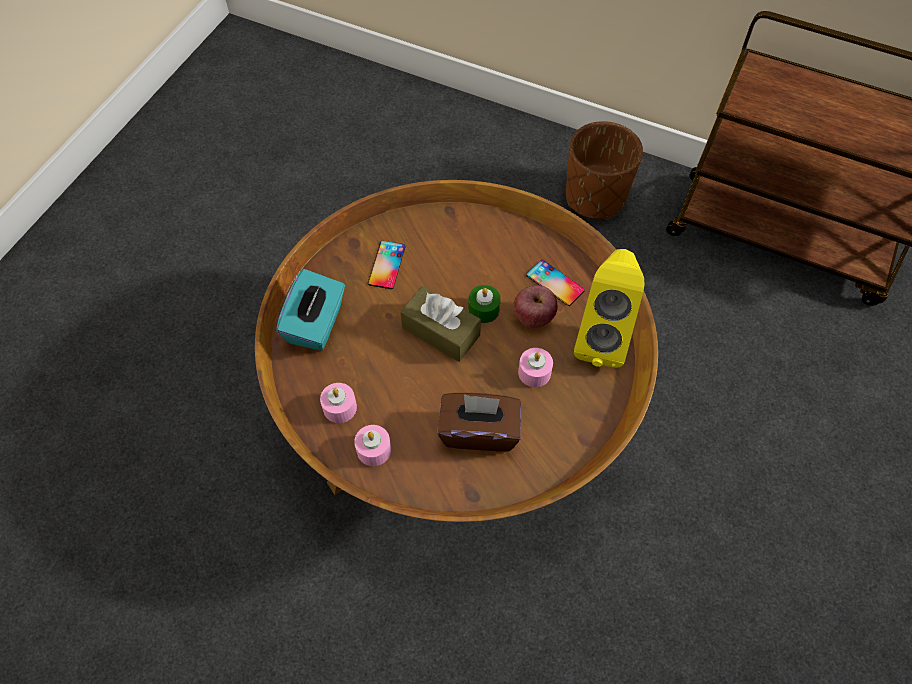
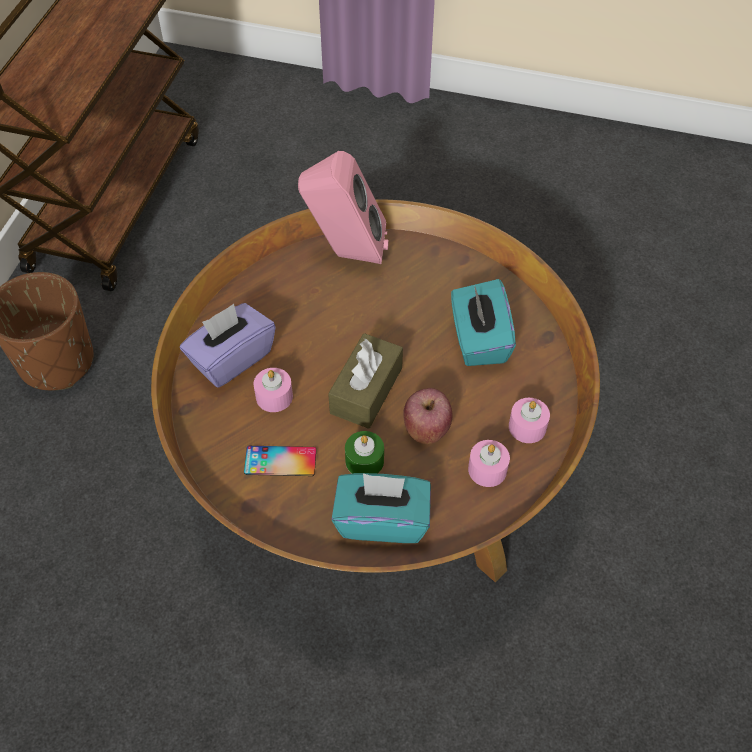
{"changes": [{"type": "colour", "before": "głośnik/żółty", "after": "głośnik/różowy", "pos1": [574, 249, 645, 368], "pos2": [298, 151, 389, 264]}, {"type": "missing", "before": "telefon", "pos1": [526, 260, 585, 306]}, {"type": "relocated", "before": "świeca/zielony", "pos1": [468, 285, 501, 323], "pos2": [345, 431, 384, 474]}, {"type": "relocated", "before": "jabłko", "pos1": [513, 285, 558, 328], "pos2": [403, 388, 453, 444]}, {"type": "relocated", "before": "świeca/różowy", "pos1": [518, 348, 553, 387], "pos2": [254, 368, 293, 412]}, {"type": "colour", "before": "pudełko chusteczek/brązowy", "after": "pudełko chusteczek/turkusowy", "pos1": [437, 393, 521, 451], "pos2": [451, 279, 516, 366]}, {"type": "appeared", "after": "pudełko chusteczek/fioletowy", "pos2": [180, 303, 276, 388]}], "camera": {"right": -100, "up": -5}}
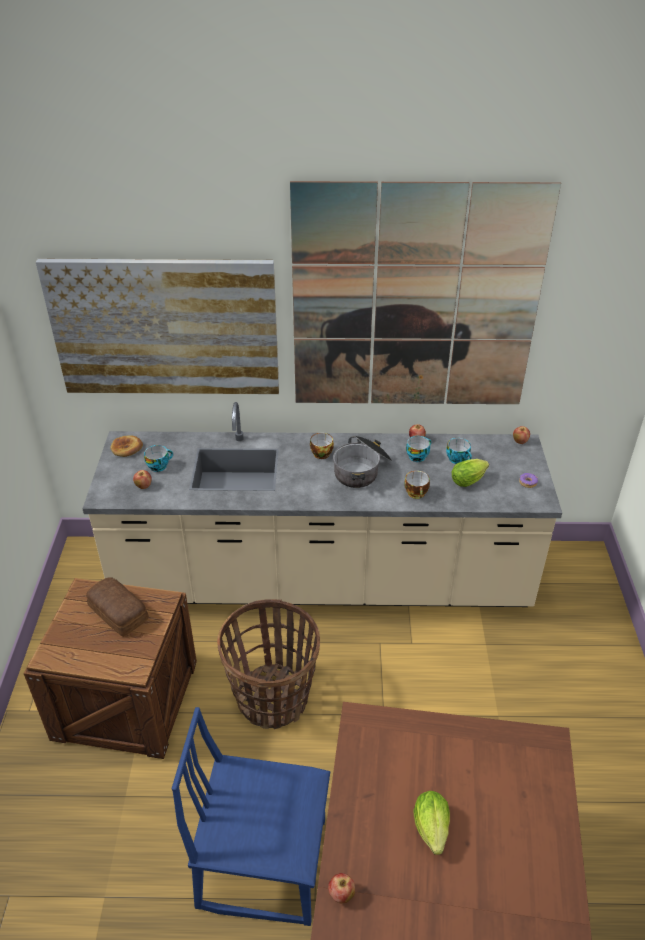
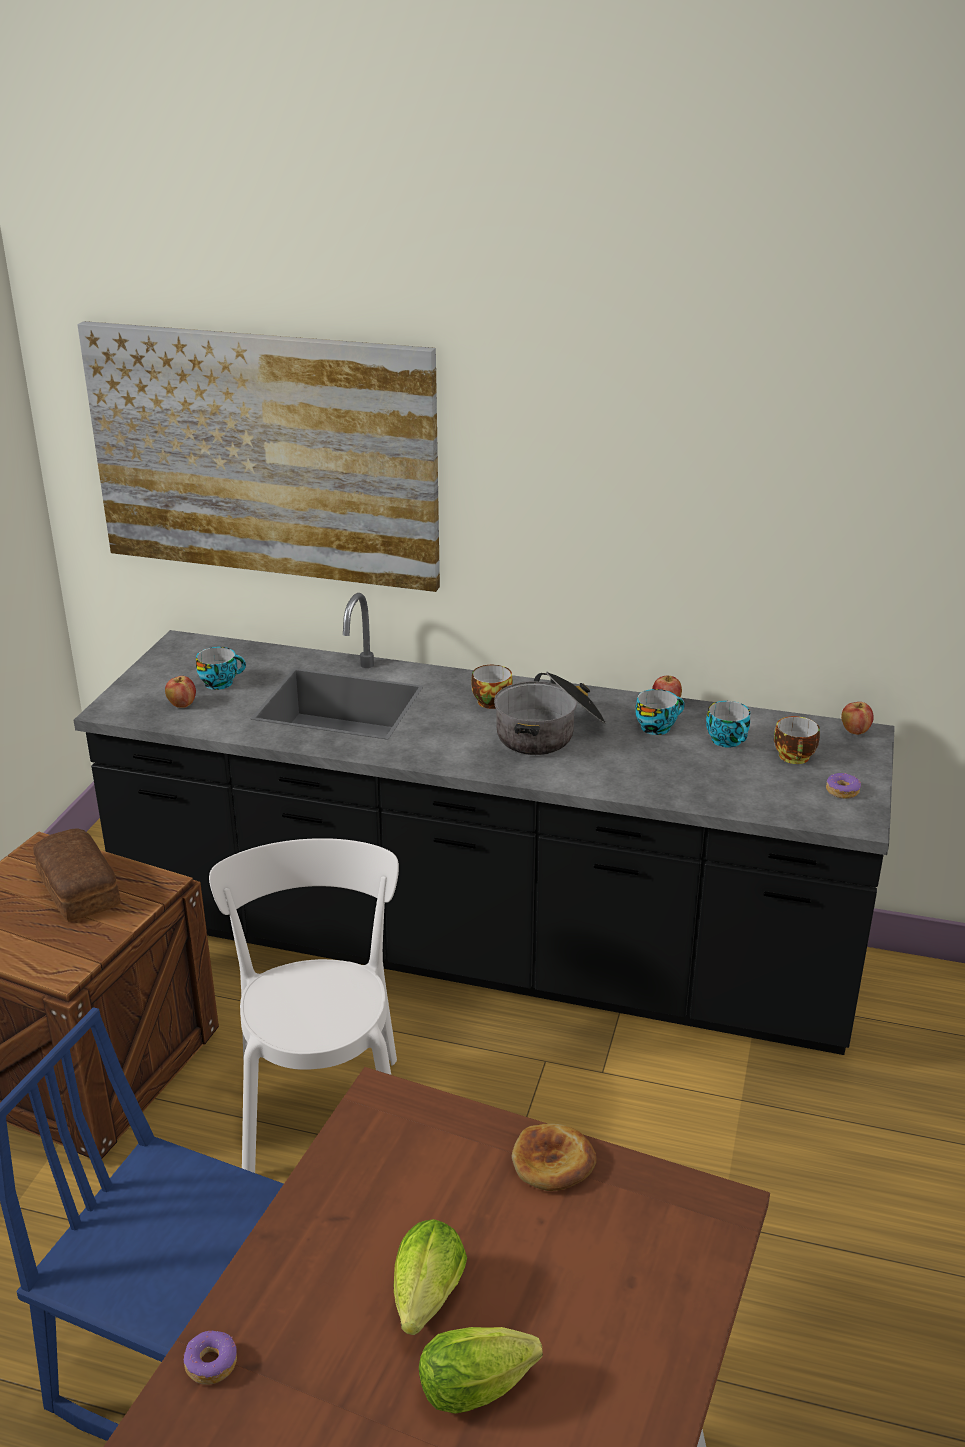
{"changes": [{"type": "missing", "before": "obraz", "pos1": [290, 181, 561, 404]}, {"type": "colour", "before": "zabudowa kuchenna/beżowy", "after": "zabudowa kuchenna/czarny", "pos1": [82, 402, 562, 607], "pos2": [74, 593, 895, 1055]}, {"type": "relocated", "before": "chleb", "pos1": [110, 435, 143, 457], "pos2": [511, 1124, 596, 1191]}, {"type": "relocated", "before": "sałata", "pos1": [452, 459, 489, 487], "pos2": [419, 1327, 543, 1413]}, {"type": "relocated", "before": "filiżanka", "pos1": [404, 471, 430, 499], "pos2": [774, 716, 820, 764]}, {"type": "exchanged", "before": "koszyk", "after": "krzesło/biały", "pos1": [217, 599, 320, 729], "pos2": [209, 838, 399, 1173]}, {"type": "exchanged", "before": "jabłko", "after": "donut", "pos1": [328, 873, 355, 903], "pos2": [184, 1331, 237, 1385]}], "camera": {"right": 15, "up": -10}}
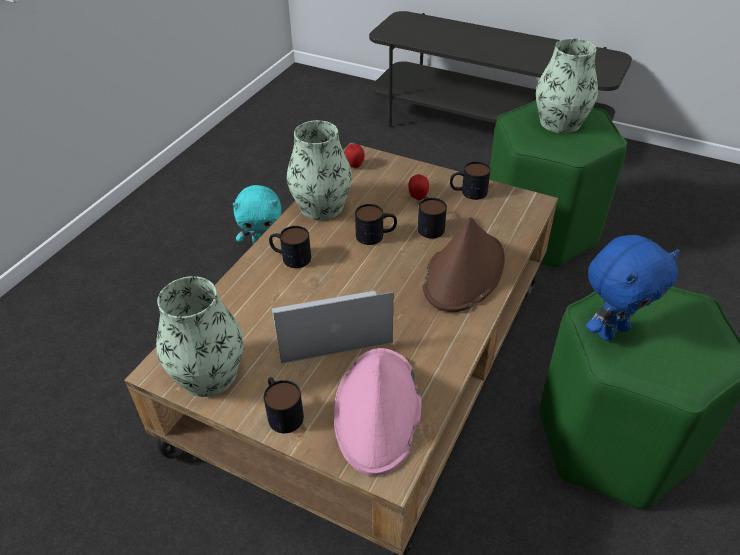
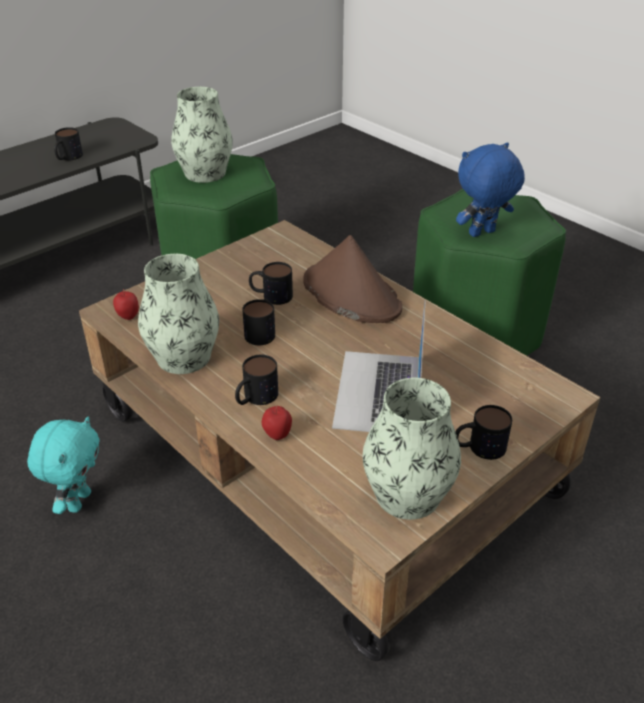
{"changes": [{"type": "relocated", "before": "kubek", "pos1": [450, 161, 491, 200], "pos2": [54, 127, 83, 160]}, {"type": "relocated", "before": "jabłko", "pos1": [408, 174, 429, 200], "pos2": [262, 405, 292, 440]}, {"type": "spun", "before": "pluszak/niebieski", "pos1": [586, 235, 680, 341], "pos2": [456, 142, 525, 237], "turn": -105}, {"type": "missing", "before": "kapelusz/różowy", "pos1": [334, 348, 421, 476]}], "camera": {"right": -70, "up": -5}}
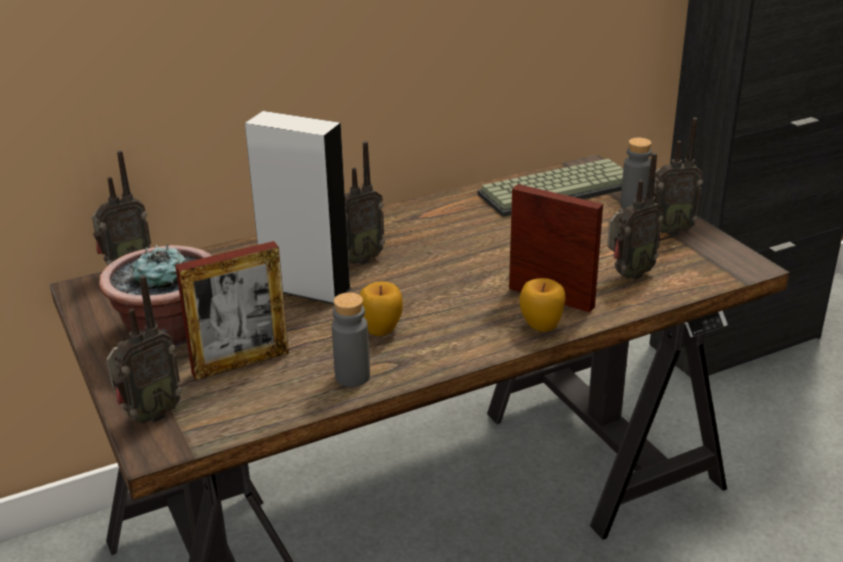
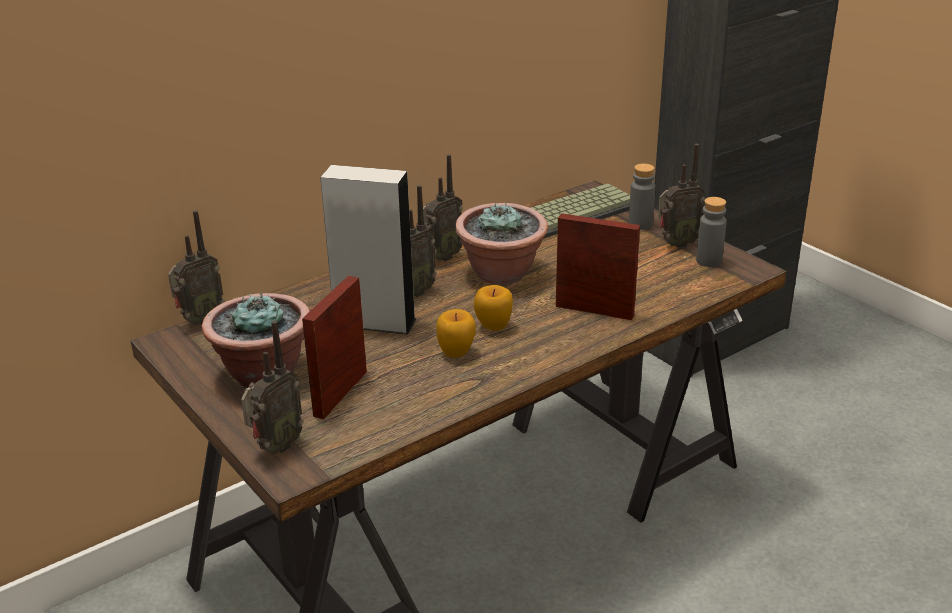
{"changes": [{"type": "relocated", "before": "radio", "pos1": [607, 153, 663, 280], "pos2": [423, 154, 463, 261]}, {"type": "spun", "before": "ramka na zdjęcie", "pos1": [175, 241, 289, 380], "pos2": [302, 276, 367, 419], "turn": 150}, {"type": "relocated", "before": "jabłko", "pos1": [519, 278, 565, 332], "pos2": [474, 285, 513, 331]}, {"type": "relocated", "before": "butelka/szary", "pos1": [332, 292, 370, 387], "pos2": [696, 197, 727, 267]}, {"type": "appeared", "after": "roślina doniczkowa", "pos2": [455, 203, 548, 285]}], "camera": {"right": -10, "up": 0}}
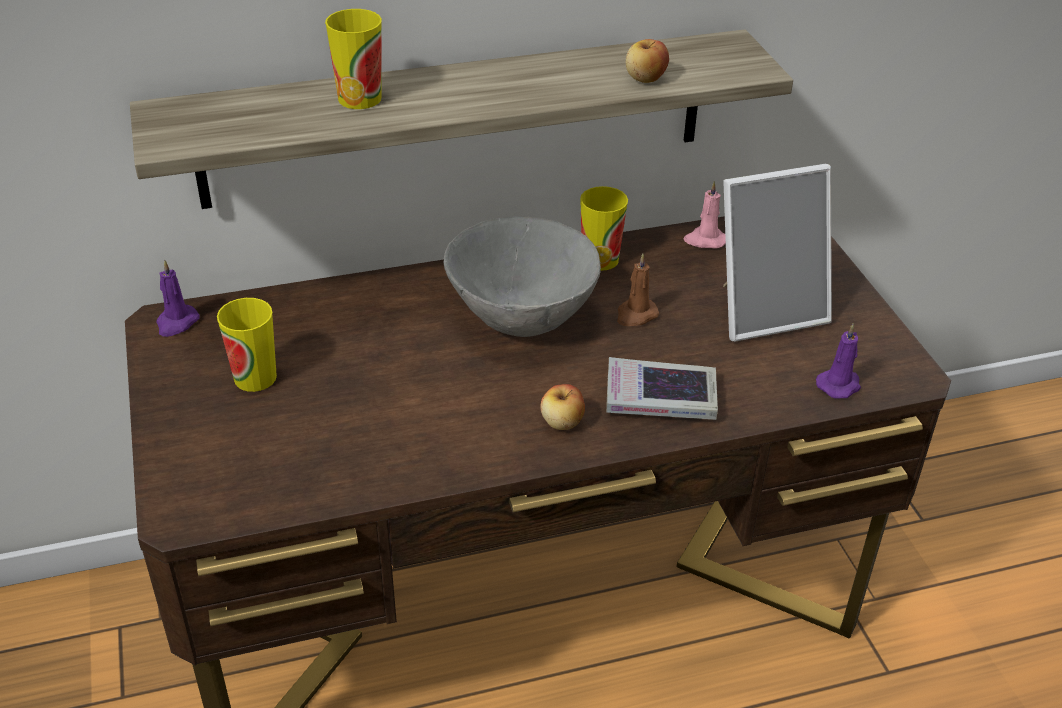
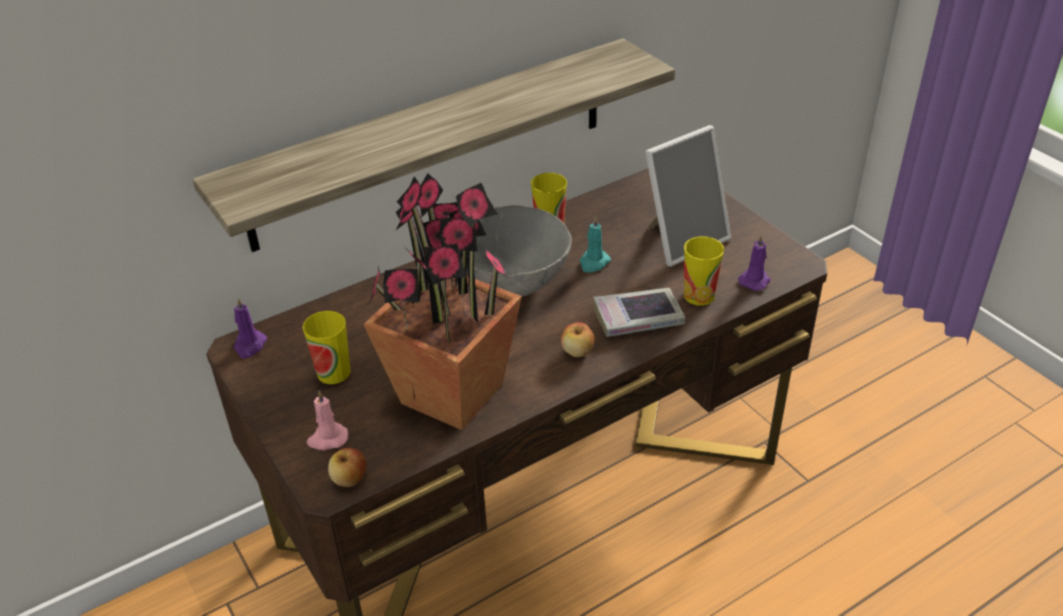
{"changes": [{"type": "relocated", "before": "filiżanka", "pos1": [325, 9, 382, 109], "pos2": [684, 236, 724, 306]}, {"type": "relocated", "before": "jabłko", "pos1": [626, 39, 669, 83], "pos2": [328, 448, 367, 487]}, {"type": "relocated", "before": "świeca/różowy", "pos1": [683, 181, 726, 249], "pos2": [306, 390, 348, 450]}, {"type": "colour", "before": "świeca/brązowy", "after": "świeca/turkusowy", "pos1": [617, 253, 659, 326], "pos2": [579, 216, 611, 273]}, {"type": "appeared", "after": "roślina doniczkowa", "pos2": [363, 173, 522, 430]}], "camera": {"right": -15, "up": 0}}
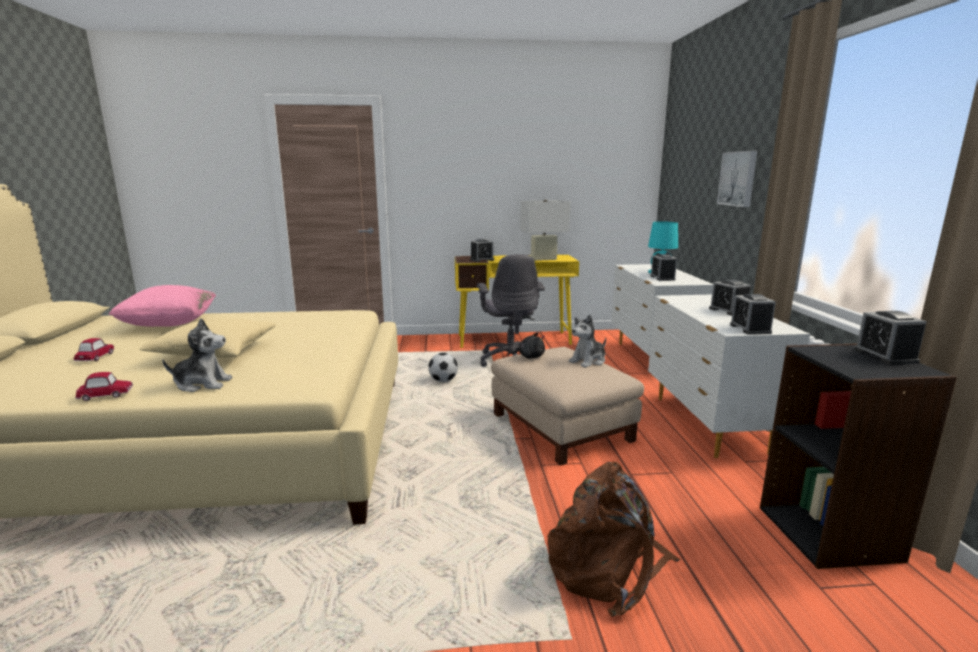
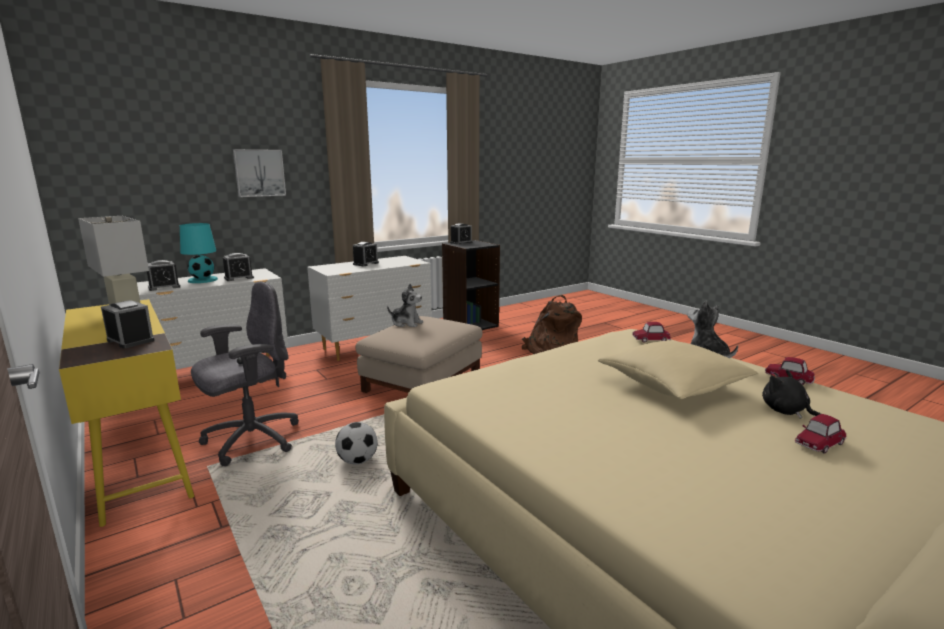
{"changes": [{"type": "missing", "before": "poduszka/różowy", "pos1": [109, 285, 216, 327]}, {"type": "relocated", "before": "budzik", "pos1": [730, 294, 776, 335], "pos2": [147, 260, 180, 291]}, {"type": "relocated", "before": "pluszak/czarny", "pos1": [507, 332, 545, 359], "pos2": [762, 370, 821, 419]}, {"type": "appeared", "after": "samochodzik", "pos2": [632, 322, 671, 343]}], "camera": {"right": -120, "up": 0}}
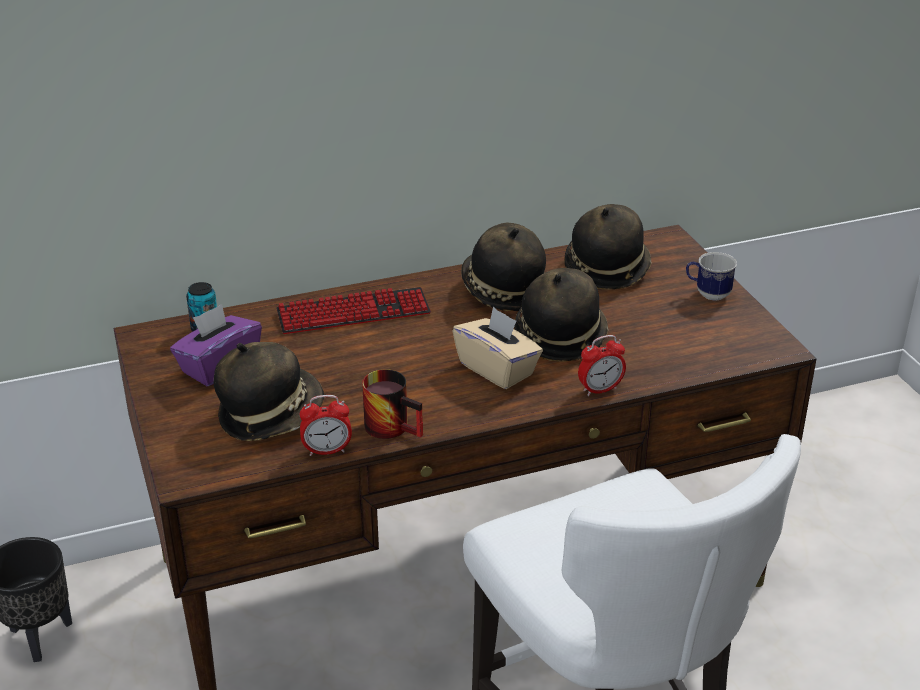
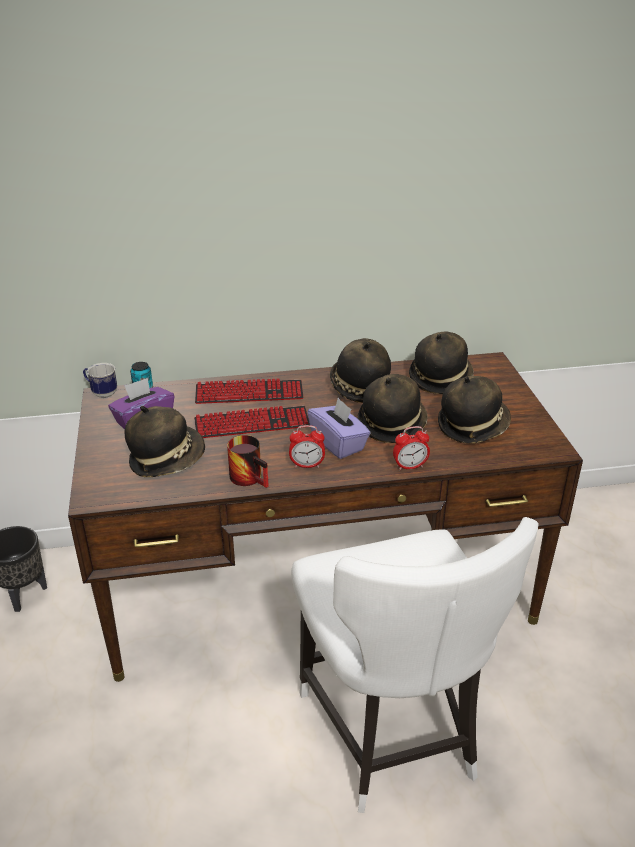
{"changes": [{"type": "relocated", "before": "kubek", "pos1": [686, 252, 737, 300], "pos2": [83, 363, 117, 398]}, {"type": "colour", "before": "pudełko chusteczek/beżowy", "after": "pudełko chusteczek/fioletowy", "pos1": [453, 306, 543, 389], "pos2": [307, 398, 371, 459]}, {"type": "relocated", "before": "budzik", "pos1": [300, 395, 352, 456], "pos2": [289, 425, 325, 468]}, {"type": "appeared", "after": "kapelusz", "pos2": [438, 376, 511, 444]}, {"type": "appeared", "after": "klawiatura", "pos2": [194, 406, 310, 438]}], "camera": {"right": 10, "up": 0}}
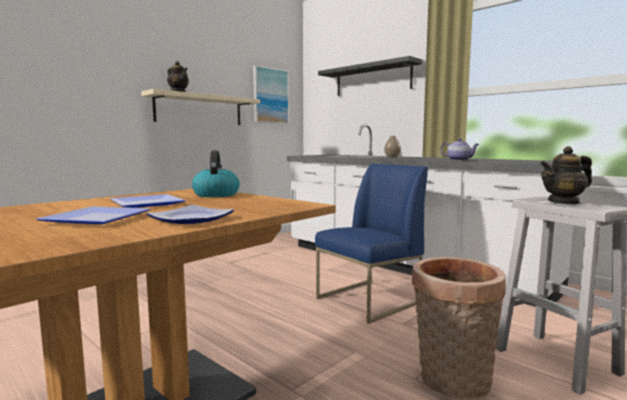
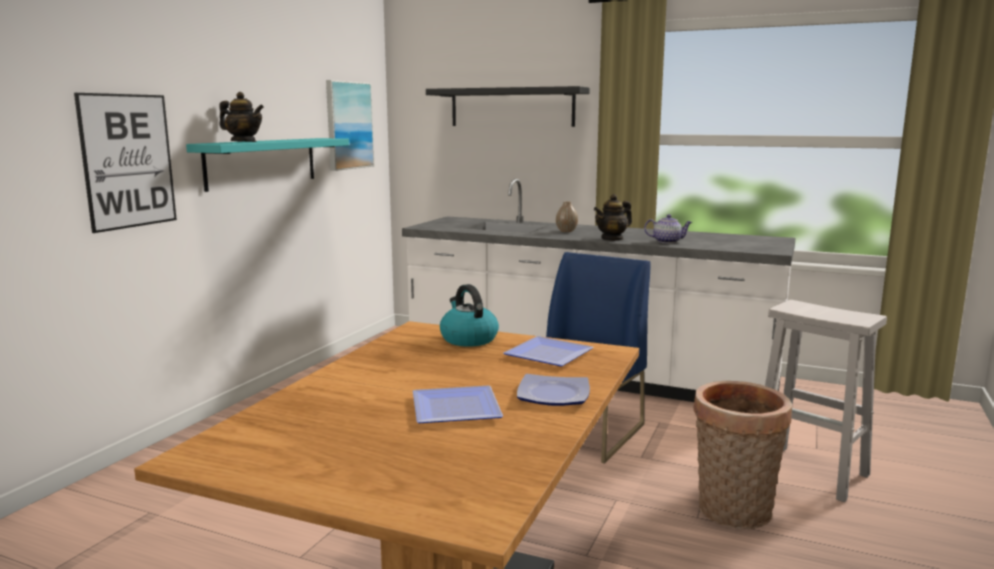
{"changes": [{"type": "colour", "before": "półka/beżowy", "after": "półka/turkusowy", "pos1": [141, 89, 260, 125], "pos2": [186, 138, 349, 192]}, {"type": "relocated", "before": "imbryk", "pos1": [540, 146, 592, 204], "pos2": [594, 194, 632, 241]}, {"type": "relocated", "before": "talerz", "pos1": [111, 194, 186, 208], "pos2": [503, 336, 594, 366]}, {"type": "appeared", "after": "obraz", "pos2": [74, 93, 177, 233]}], "camera": {"right": -20, "up": 5}}
